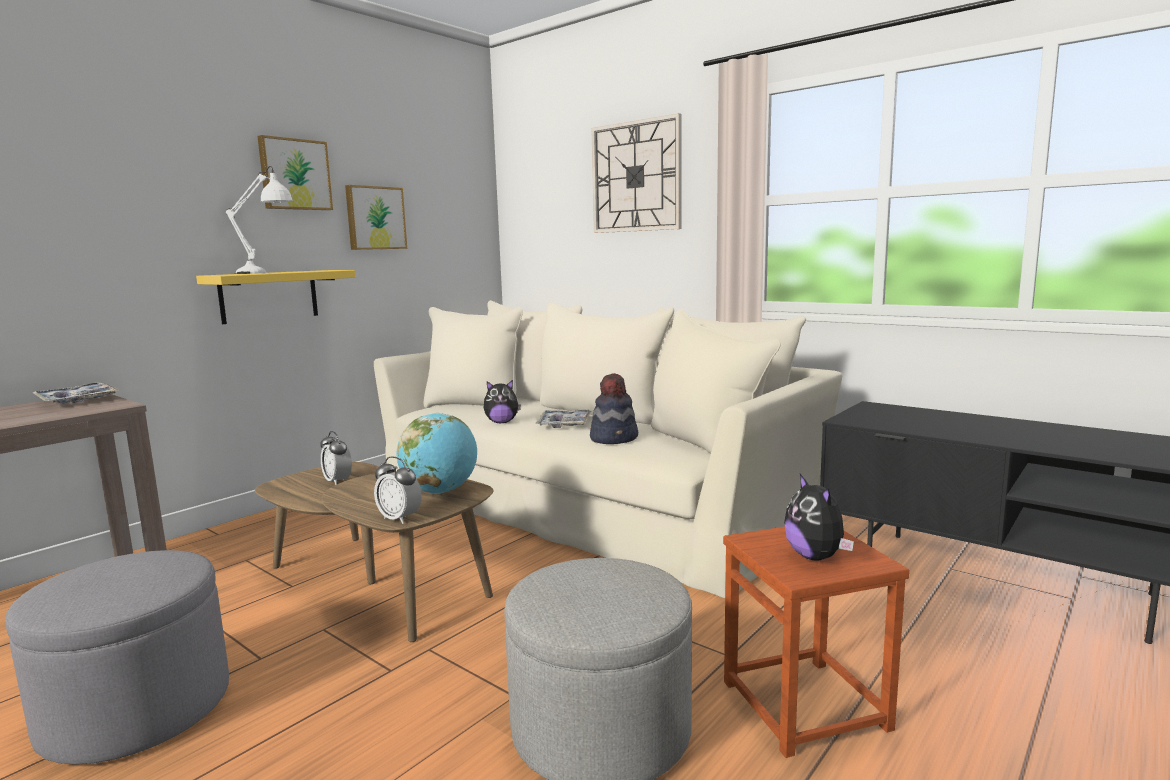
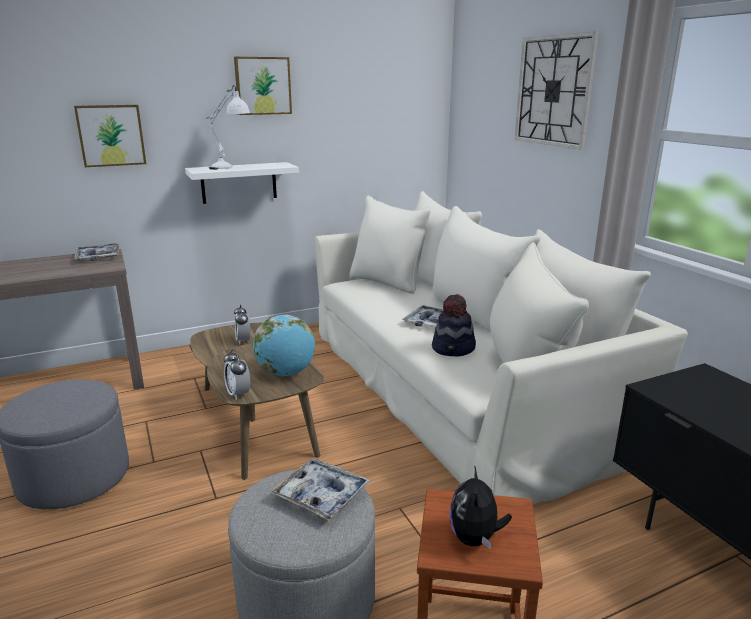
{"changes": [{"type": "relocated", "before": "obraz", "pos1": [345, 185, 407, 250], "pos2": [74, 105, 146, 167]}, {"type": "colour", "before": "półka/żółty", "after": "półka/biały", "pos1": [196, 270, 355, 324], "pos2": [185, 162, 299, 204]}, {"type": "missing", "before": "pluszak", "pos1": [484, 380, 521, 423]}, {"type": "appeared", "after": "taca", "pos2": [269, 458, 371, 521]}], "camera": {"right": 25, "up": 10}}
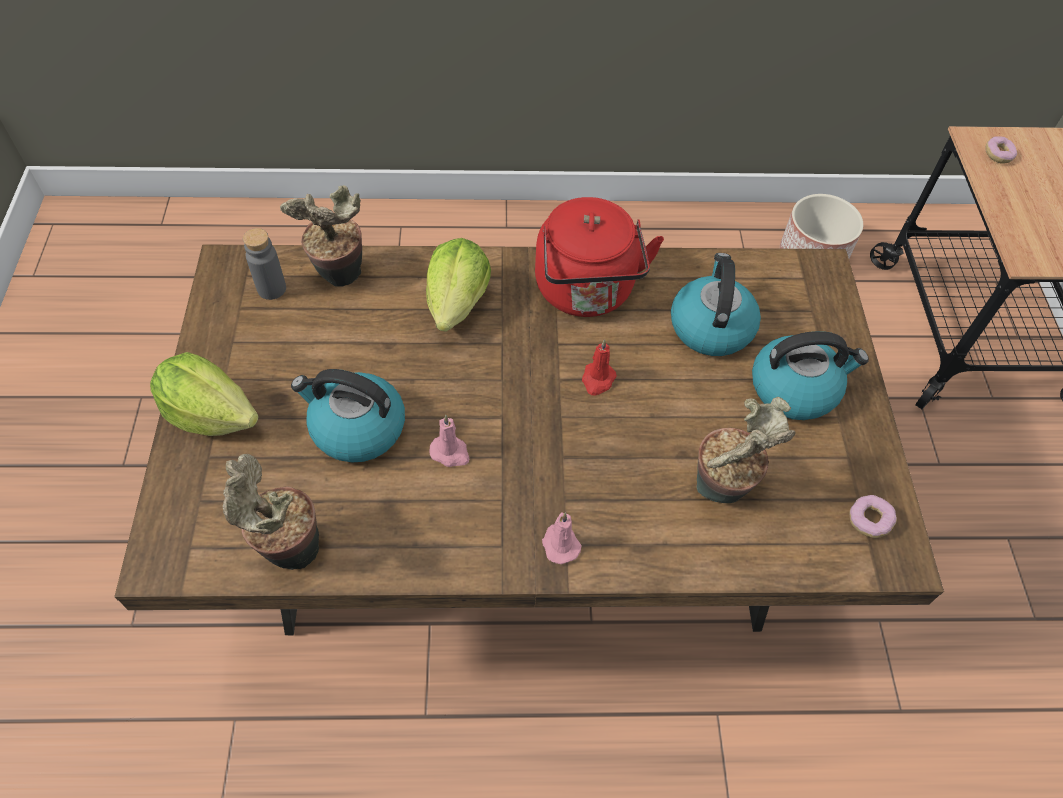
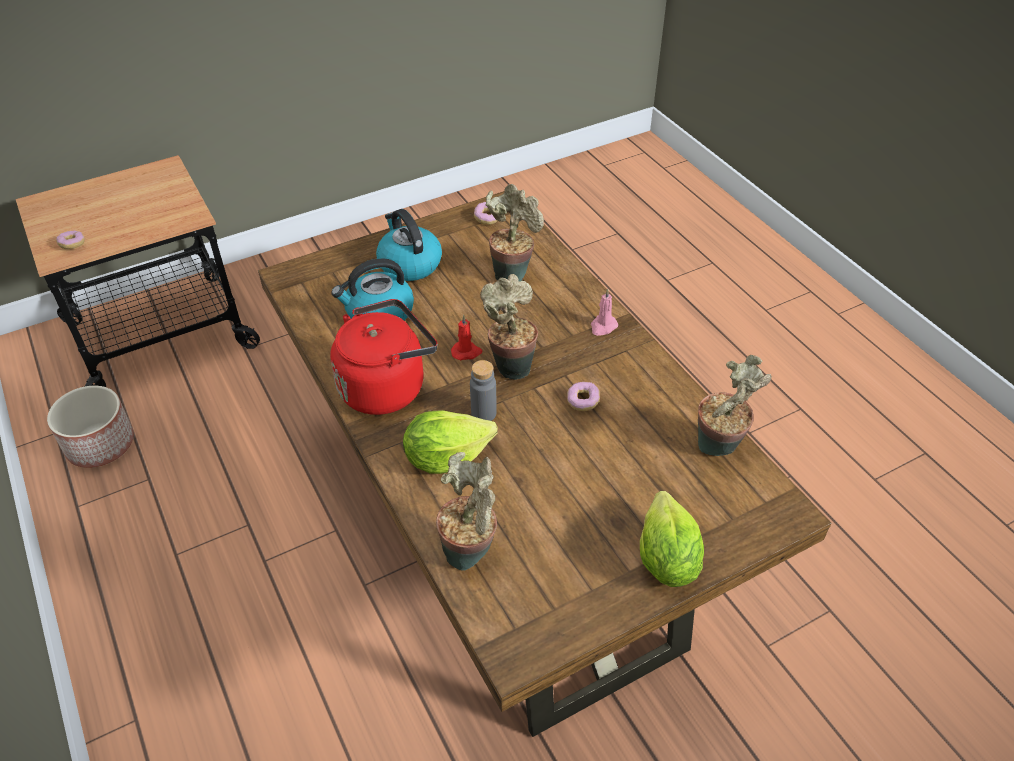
{"changes": [{"type": "relocated", "before": "butelka/szary", "pos1": [243, 228, 286, 300], "pos2": [470, 360, 497, 421]}, {"type": "missing", "before": "czajnik", "pos1": [291, 369, 405, 463]}, {"type": "exchanged", "before": "świeca/różowy", "after": "donut", "pos1": [430, 415, 469, 467], "pos2": [567, 382, 600, 411]}, {"type": "appeared", "after": "roślina doniczkowa", "pos2": [480, 274, 538, 380]}], "camera": {"right": -115, "up": -10}}
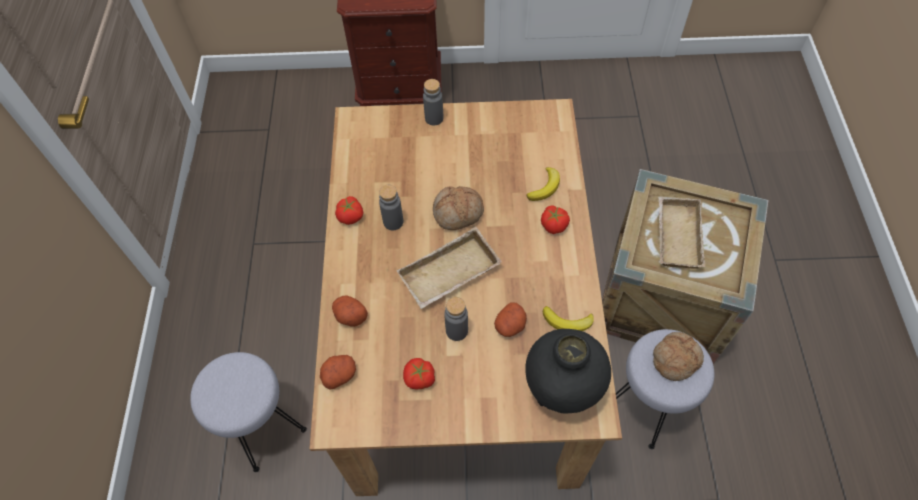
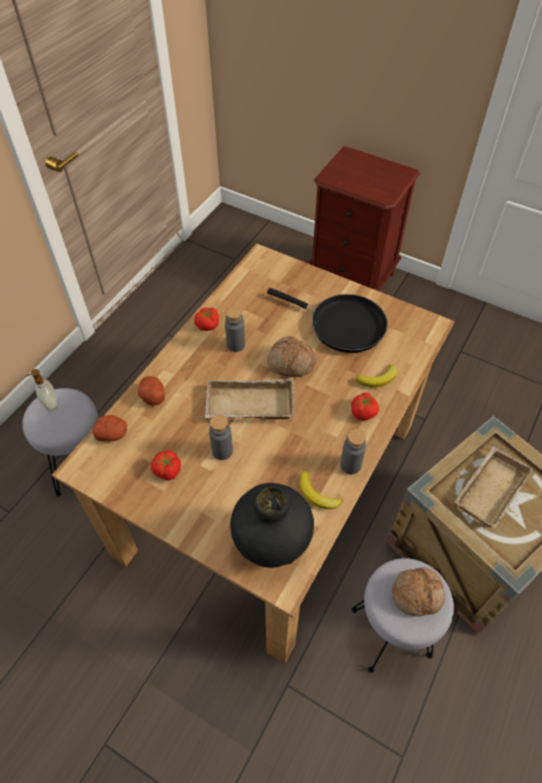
{"changes": [{"type": "relocated", "before": "butelka/szary", "pos1": [423, 79, 444, 125], "pos2": [340, 429, 366, 474]}, {"type": "missing", "before": "ziemniak", "pos1": [494, 302, 527, 337]}, {"type": "appeared", "after": "patelnia/czarny", "pos2": [267, 288, 388, 353]}, {"type": "appeared", "after": "dozownik mydła", "pos2": [25, 369, 57, 412]}], "camera": {"right": 30, "up": -5}}
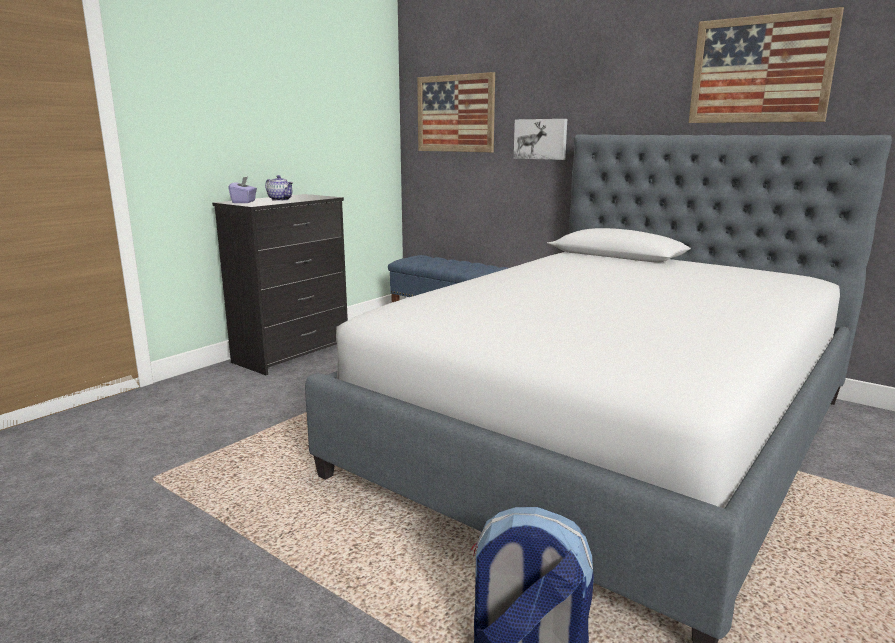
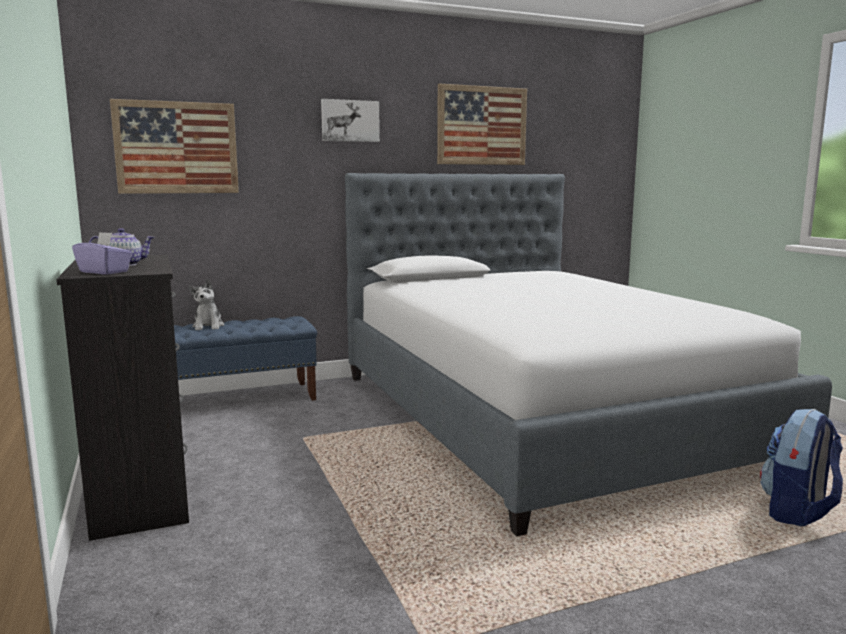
{"changes": [{"type": "relocated", "before": "obraz", "pos1": [514, 119, 567, 160], "pos2": [321, 99, 380, 142]}, {"type": "appeared", "after": "pluszak", "pos2": [189, 279, 224, 330]}], "camera": {"right": -60, "up": -5}}
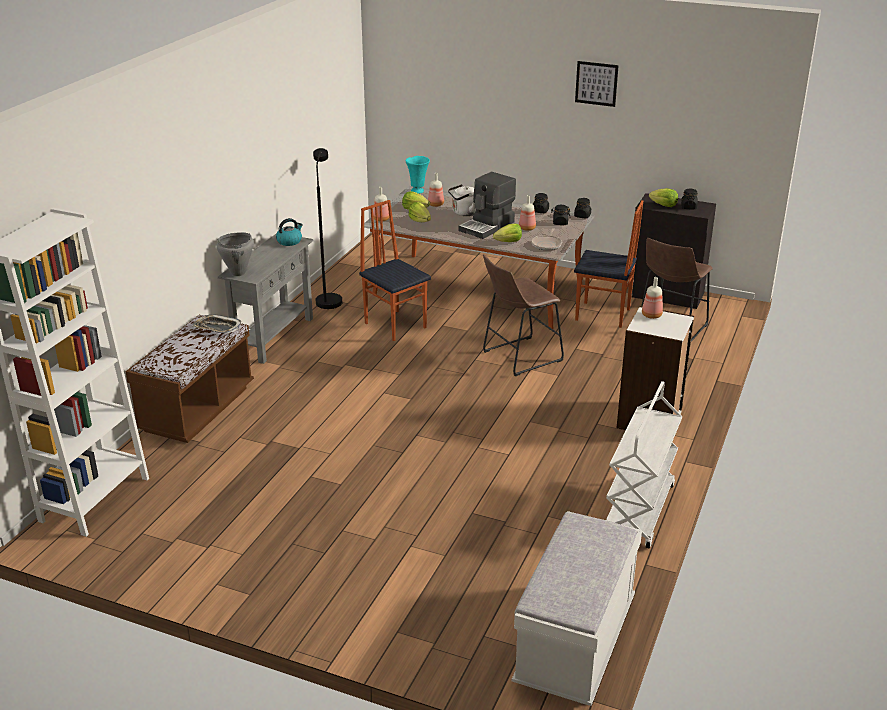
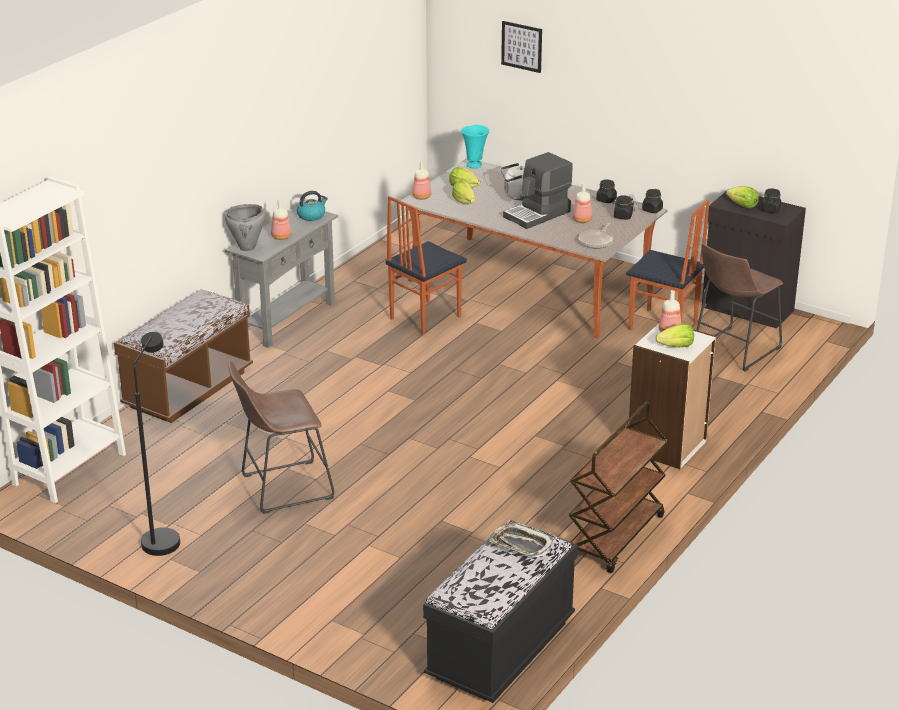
{"changes": [{"type": "relocated", "before": "obraz", "pos1": [575, 61, 619, 107], "pos2": [501, 21, 542, 73]}, {"type": "relocated", "before": "lampa stojąca/czarny", "pos1": [313, 148, 342, 309], "pos2": [134, 332, 180, 556]}, {"type": "relocated", "before": "butelka", "pos1": [428, 173, 444, 207], "pos2": [271, 199, 291, 240]}, {"type": "spun", "before": "krzesło", "pos1": [359, 200, 431, 341], "pos2": [385, 196, 467, 335], "turn": -105}, {"type": "relocated", "before": "sałata", "pos1": [493, 224, 522, 242], "pos2": [655, 324, 694, 347]}, {"type": "relocated", "before": "stołek/brązowy", "pos1": [483, 254, 564, 376], "pos2": [228, 360, 334, 514]}, {"type": "relocated", "before": "taca", "pos1": [192, 314, 241, 333], "pos2": [489, 523, 553, 557]}, {"type": "colour", "before": "wózek/biały", "after": "wózek/brązowy", "pos1": [606, 381, 682, 549], "pos2": [568, 401, 668, 573]}, {"type": "colour", "before": "ławka/biały", "after": "ławka/czarny", "pos1": [512, 511, 642, 706], "pos2": [423, 520, 578, 703]}], "camera": {"right": 10, "up": 0}}
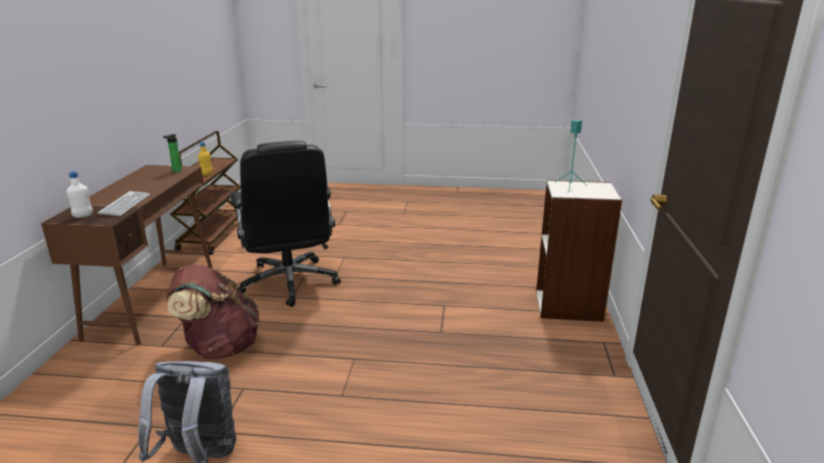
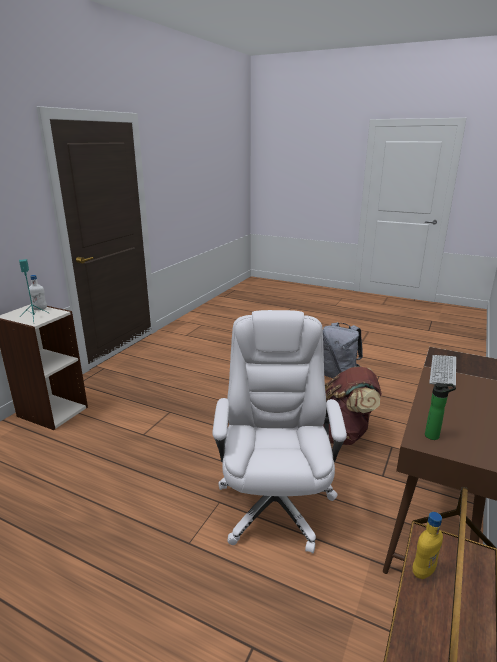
{"changes": [{"type": "colour", "before": "krzesło biurowe/czarny", "after": "krzesło biurowe/biały", "pos1": [230, 141, 341, 307], "pos2": [212, 310, 347, 553]}, {"type": "relocated", "before": "butelka/biały", "pos1": [66, 171, 93, 218], "pos2": [28, 275, 47, 310]}], "camera": {"right": -160, "up": 0}}
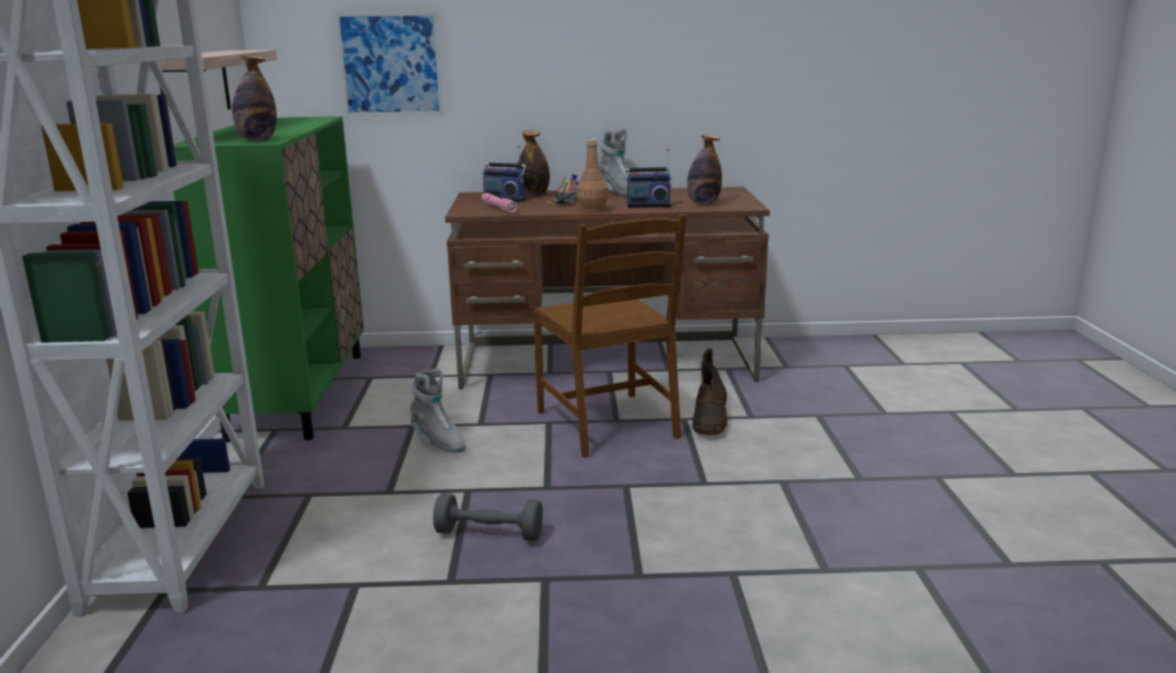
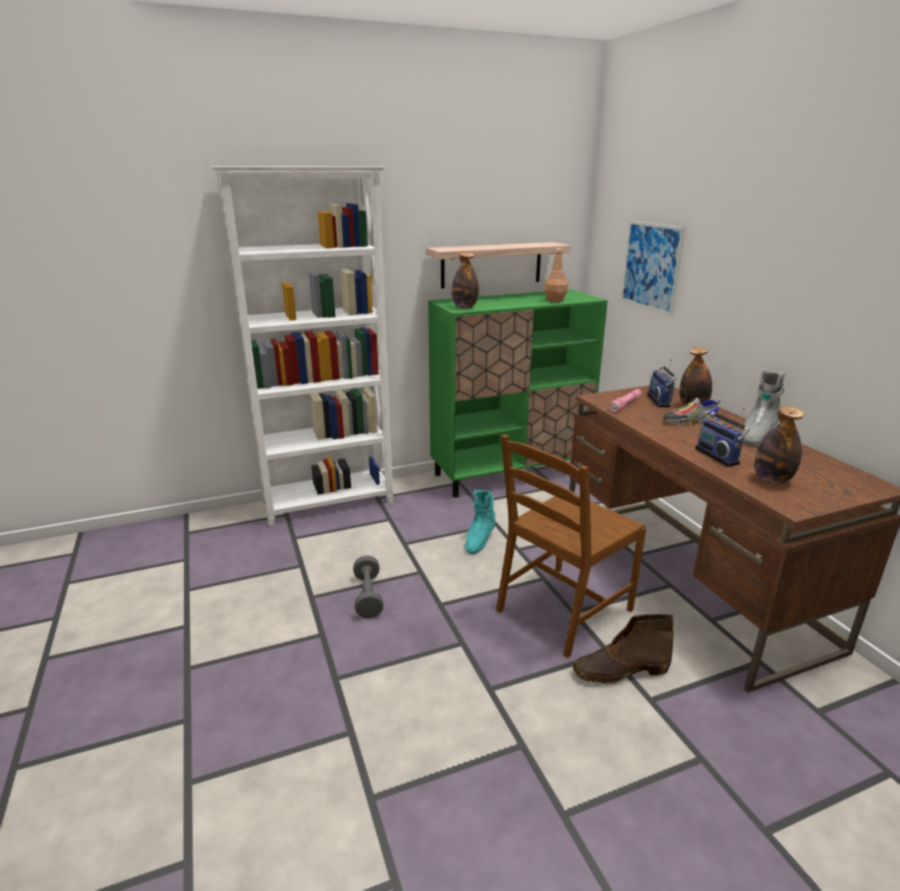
{"changes": [{"type": "relocated", "before": "butelka/brązowy", "pos1": [577, 139, 609, 213], "pos2": [544, 248, 568, 302]}, {"type": "colour", "before": "but z cholewką/szary", "after": "but z cholewką/turkusowy", "pos1": [409, 368, 466, 453], "pos2": [465, 490, 496, 554]}], "camera": {"right": 70, "up": 5}}
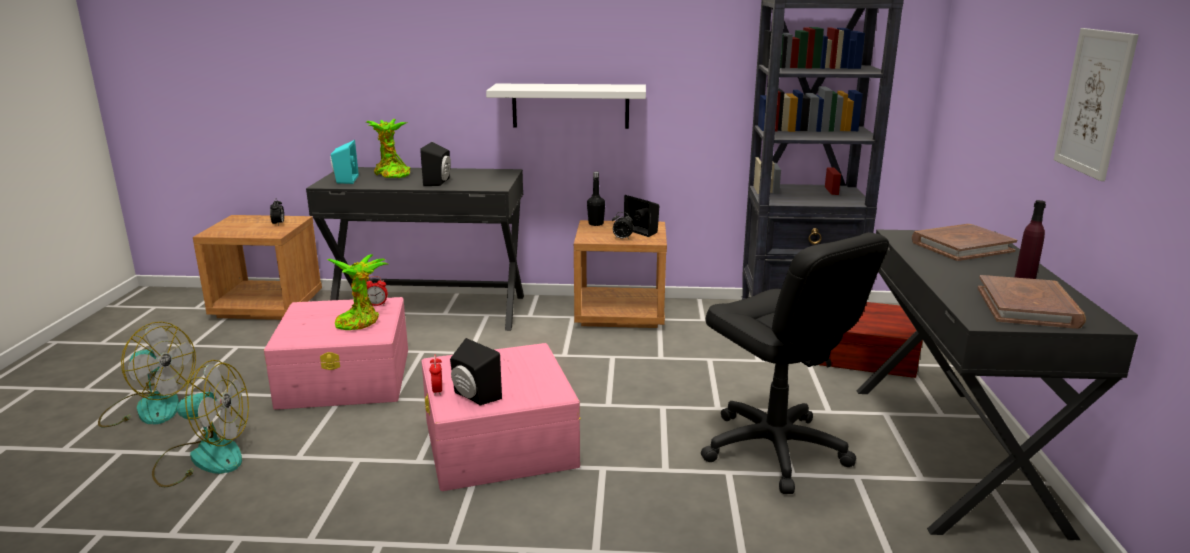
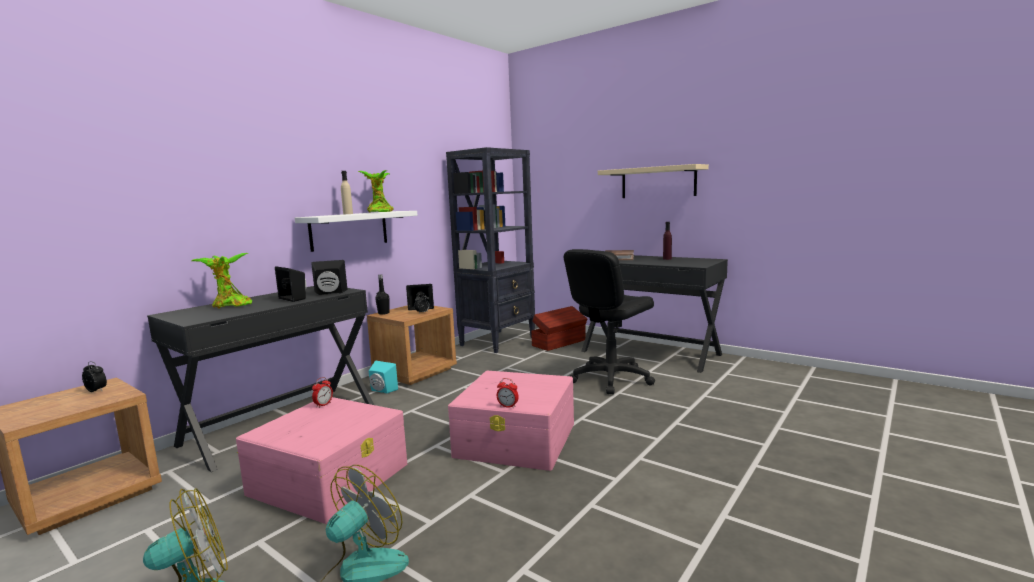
{"changes": [{"type": "exchanged", "before": "obraz", "after": "półka/beżowy", "pos1": [1054, 28, 1139, 181], "pos2": [598, 164, 709, 198]}, {"type": "relocated", "before": "głośnik/turkusowy", "pos1": [331, 140, 359, 184], "pos2": [368, 361, 398, 394]}, {"type": "spun", "before": "krzesło biurowe/czarny", "pos1": [701, 232, 889, 494], "pos2": [564, 249, 655, 394], "turn": 135}, {"type": "relocated", "before": "roślina doniczkowa", "pos1": [326, 254, 388, 330], "pos2": [358, 170, 394, 212]}, {"type": "missing", "before": "książka/brązowy", "pos1": [977, 275, 1086, 329]}, {"type": "relocated", "before": "głośnik/czarny", "pos1": [450, 338, 502, 406], "pos2": [311, 260, 347, 295]}, {"type": "appeared", "after": "butelka/beżowy", "pos2": [341, 171, 353, 214]}], "camera": {"right": -55, "up": -10}}
